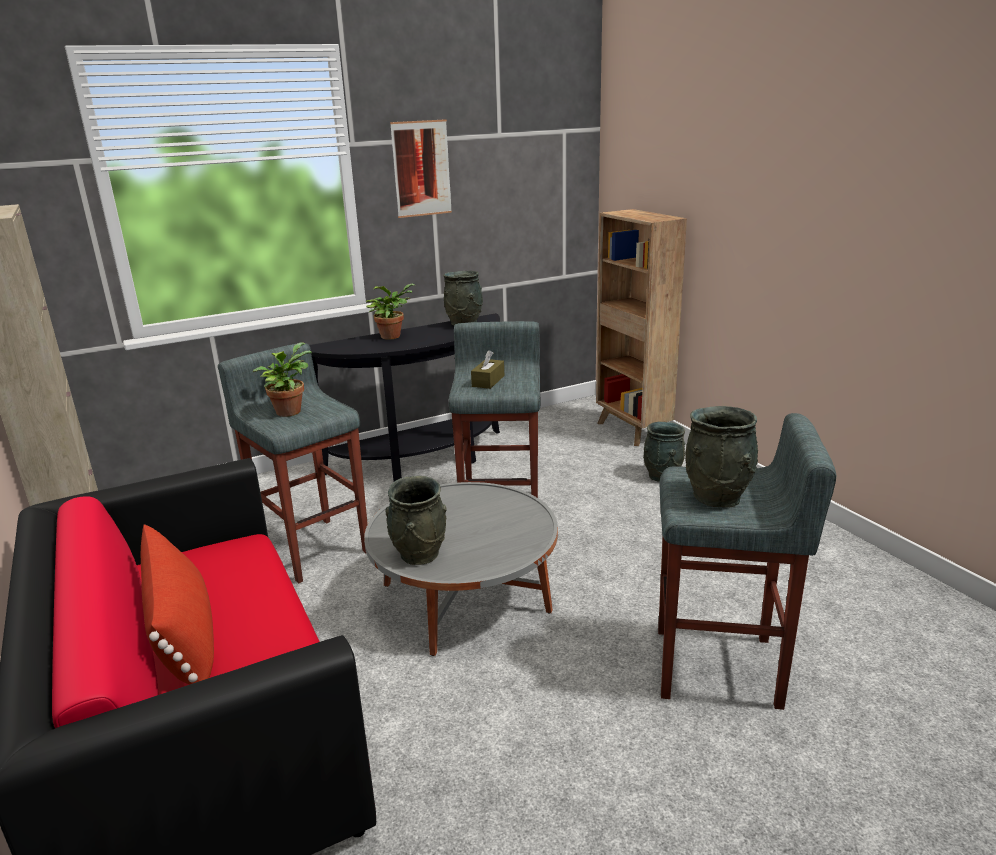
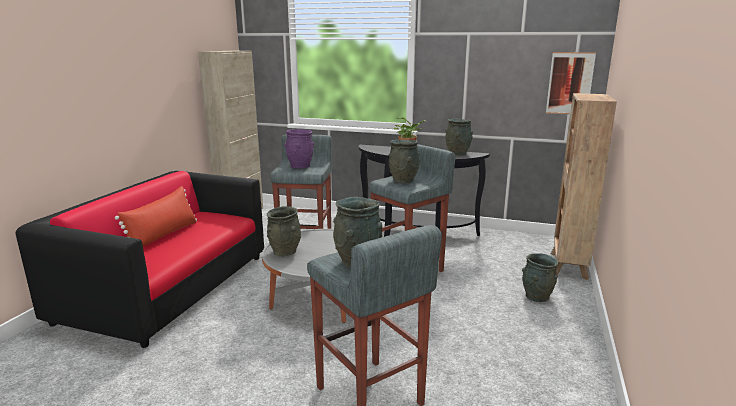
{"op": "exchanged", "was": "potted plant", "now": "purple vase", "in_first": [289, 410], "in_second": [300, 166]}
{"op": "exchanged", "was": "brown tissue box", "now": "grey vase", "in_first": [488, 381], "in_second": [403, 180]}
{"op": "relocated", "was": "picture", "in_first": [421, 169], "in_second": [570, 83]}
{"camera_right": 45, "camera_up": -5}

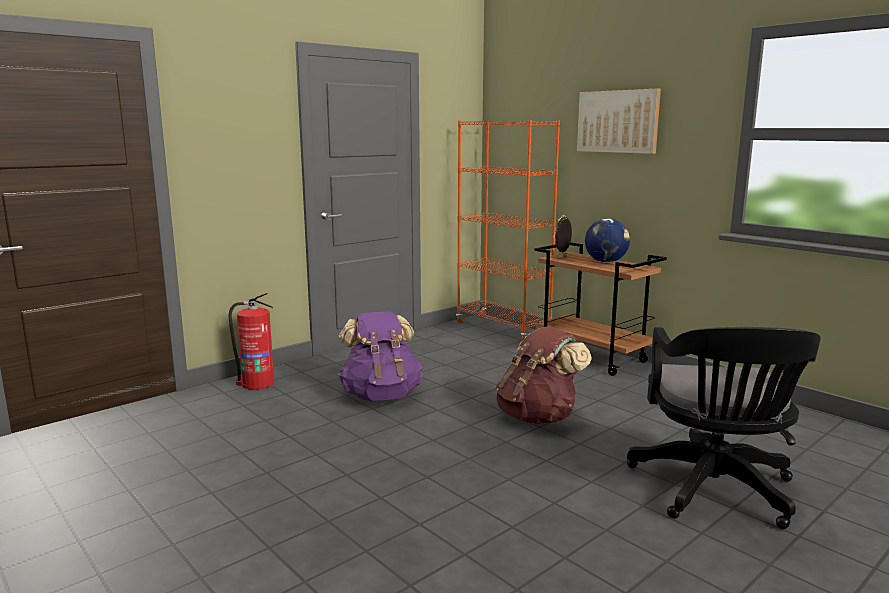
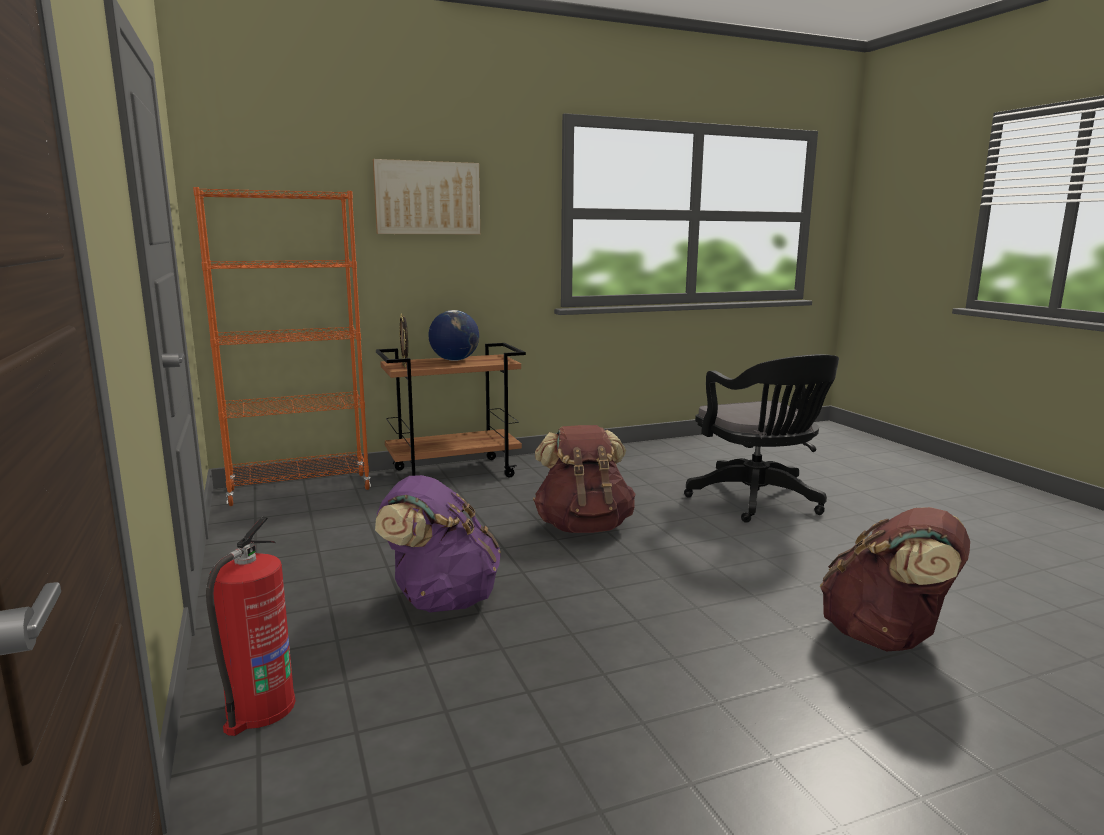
{"op": "spun", "was": "black office chair", "in_first": [714, 491], "in_second": [758, 501], "clockwise": 45}
{"op": "appeared", "now": "brown backpack", "in_second": [886, 637]}
{"camera_right": -70, "camera_up": 0}

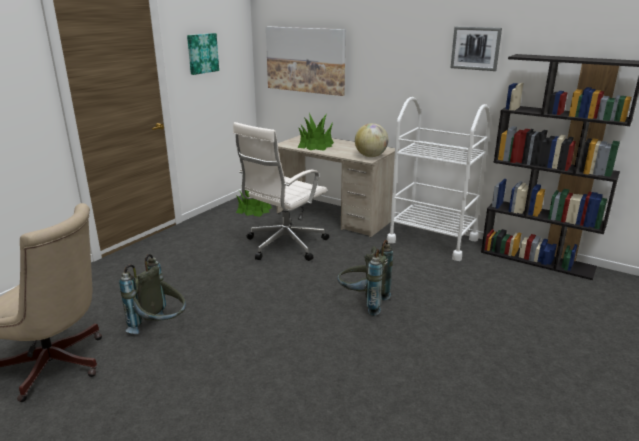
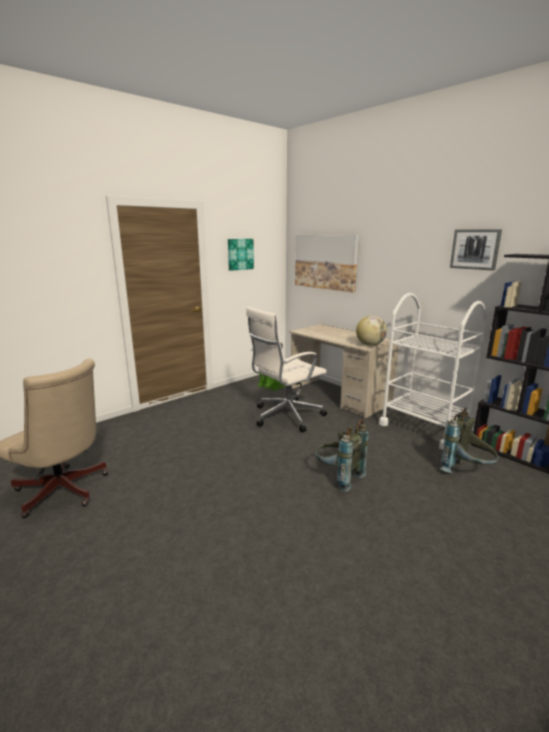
{"op": "relocated", "was": "grey backpack", "in_first": [161, 328], "in_second": [466, 471]}
{"op": "missing", "was": "potted plant", "in_first": [316, 145]}
{"camera_right": 15, "camera_up": -5}

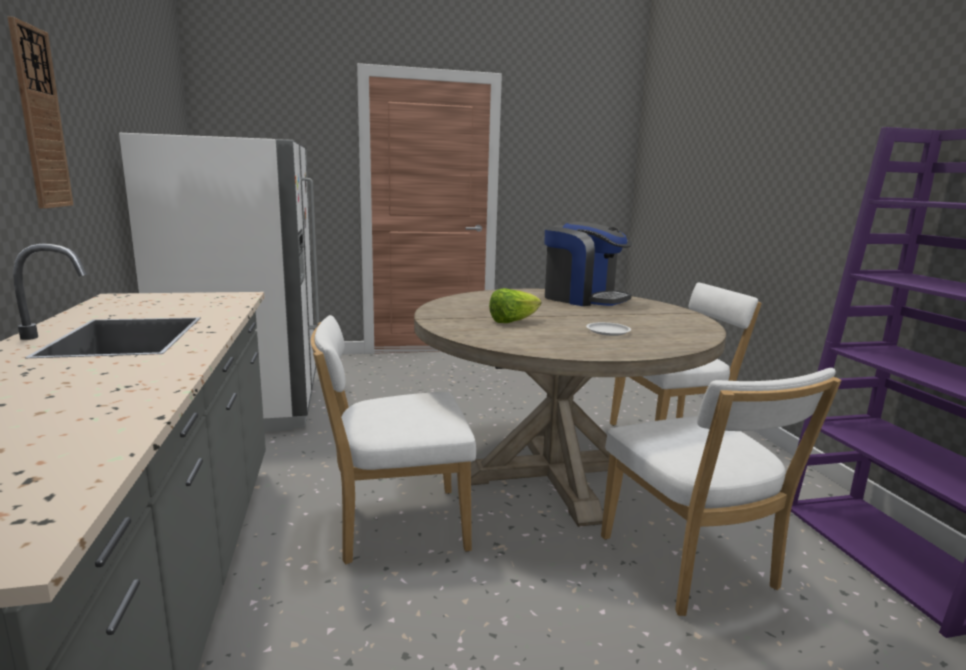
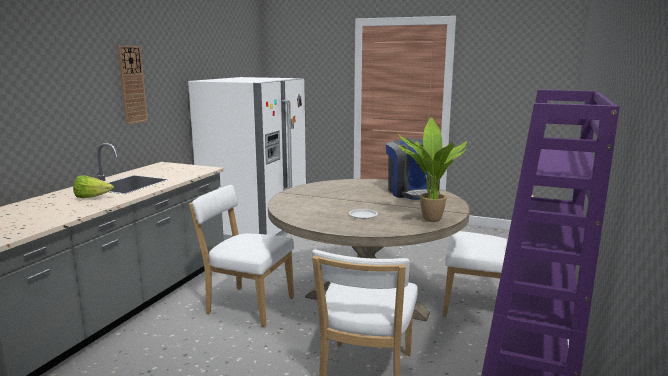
{"op": "relocated", "was": "lettuce", "in_first": [513, 321], "in_second": [92, 197]}
{"op": "appeared", "now": "potted plant", "in_second": [428, 219]}
{"camera_right": 35, "camera_up": 0}

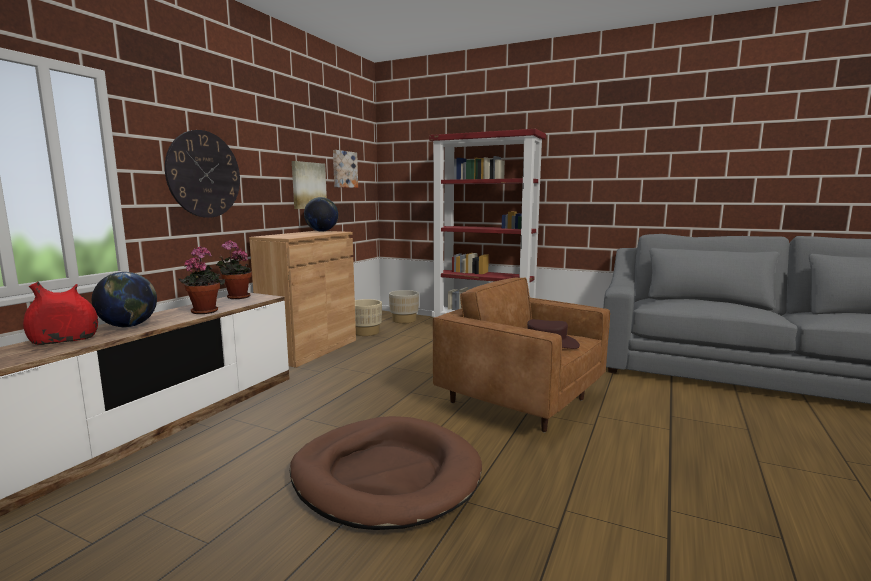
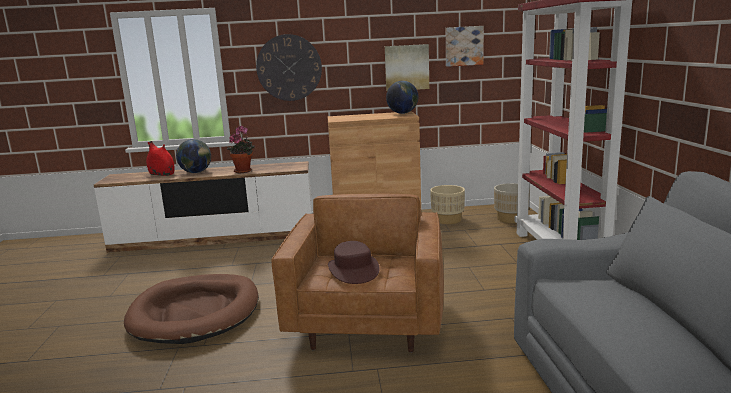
{"op": "missing", "was": "potted plant", "in_first": [236, 297]}
{"camera_right": 60, "camera_up": 5}

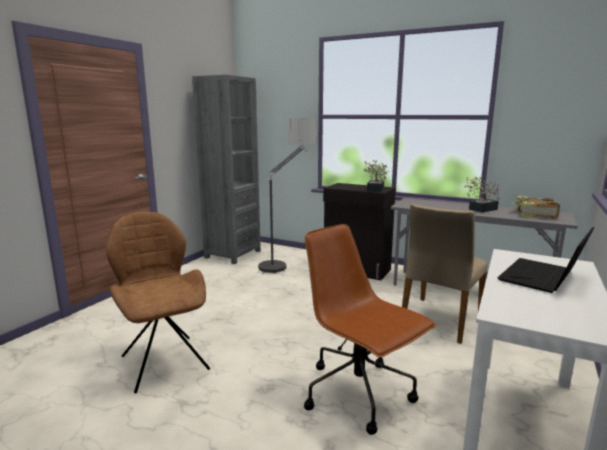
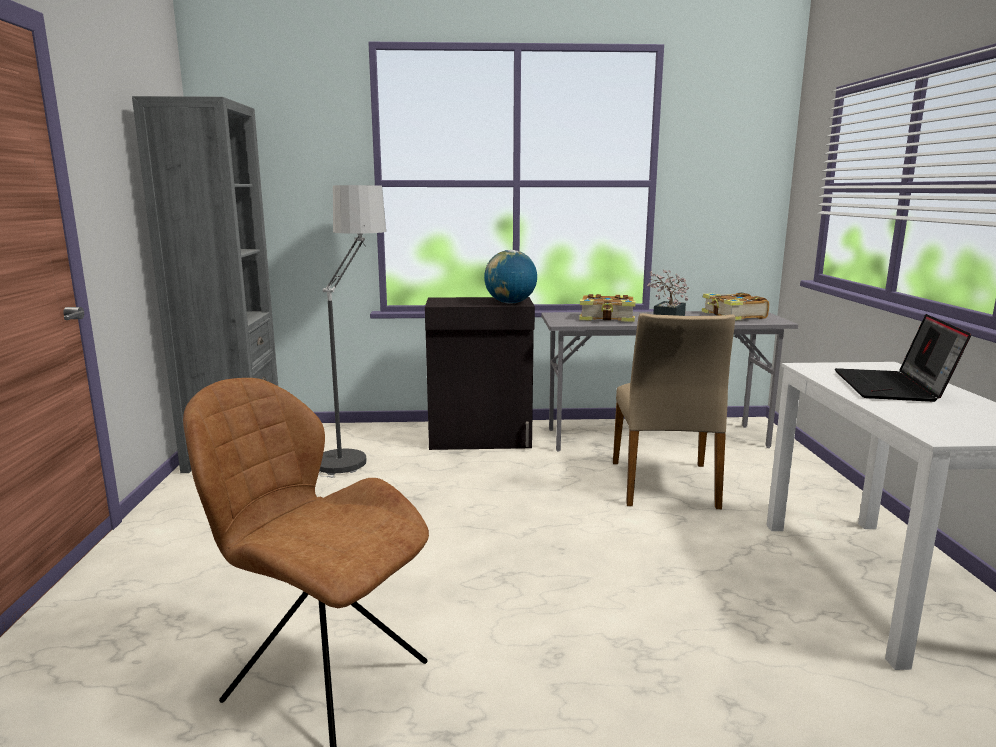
{"op": "exchanged", "was": "potted plant", "now": "globe", "in_first": [374, 190], "in_second": [510, 303]}
{"op": "appeared", "now": "book", "in_second": [607, 318]}
{"op": "missing", "was": "brown office chair", "in_first": [359, 394]}
{"camera_right": -30, "camera_up": 0}

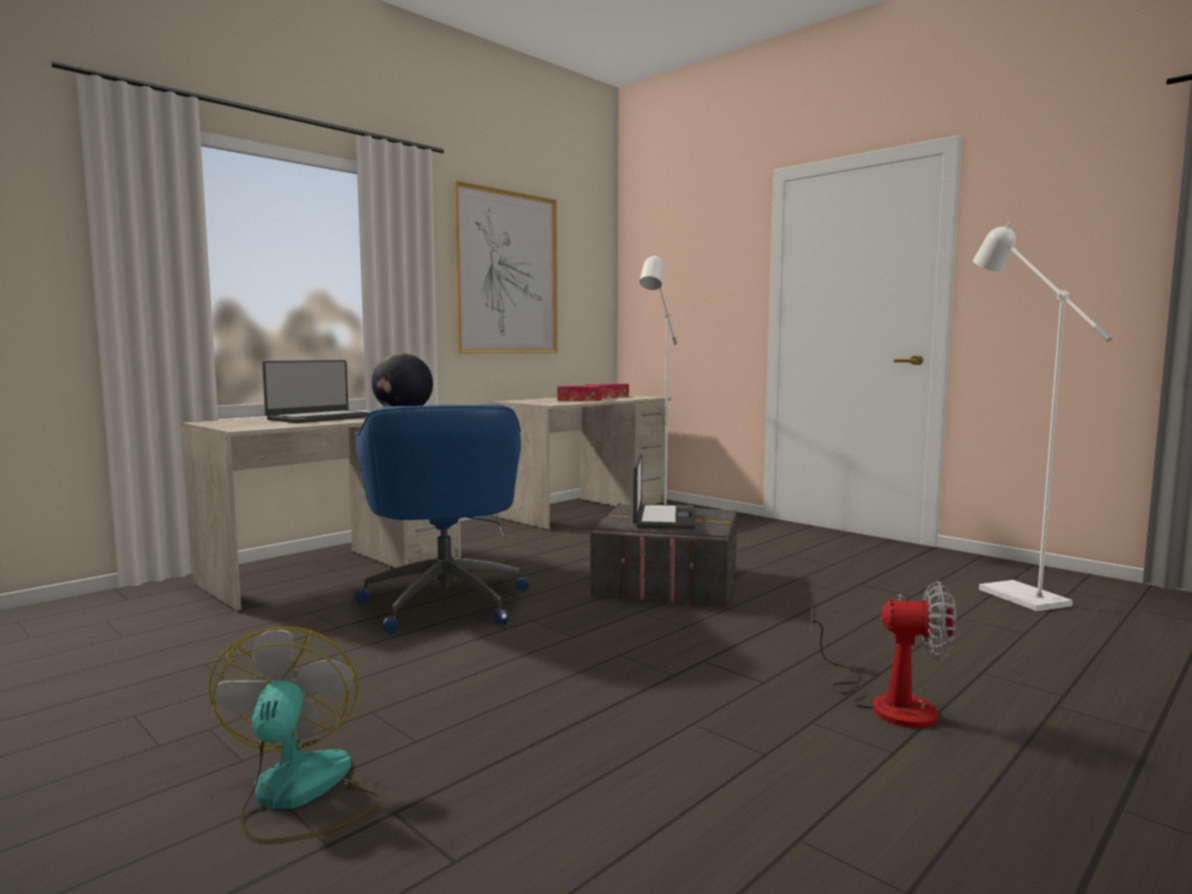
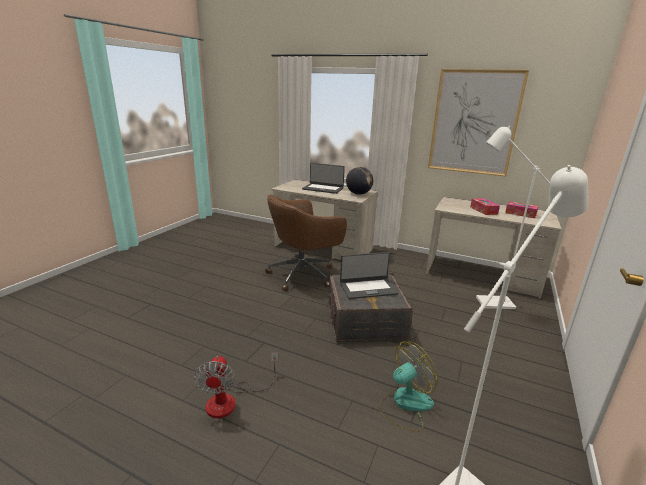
{"op": "colour", "was": "blue office chair", "now": "brown office chair", "in_first": [445, 601], "in_second": [303, 274]}
{"op": "relocated", "was": "fan", "in_first": [299, 796], "in_second": [405, 404]}
{"camera_right": 70, "camera_up": 15}

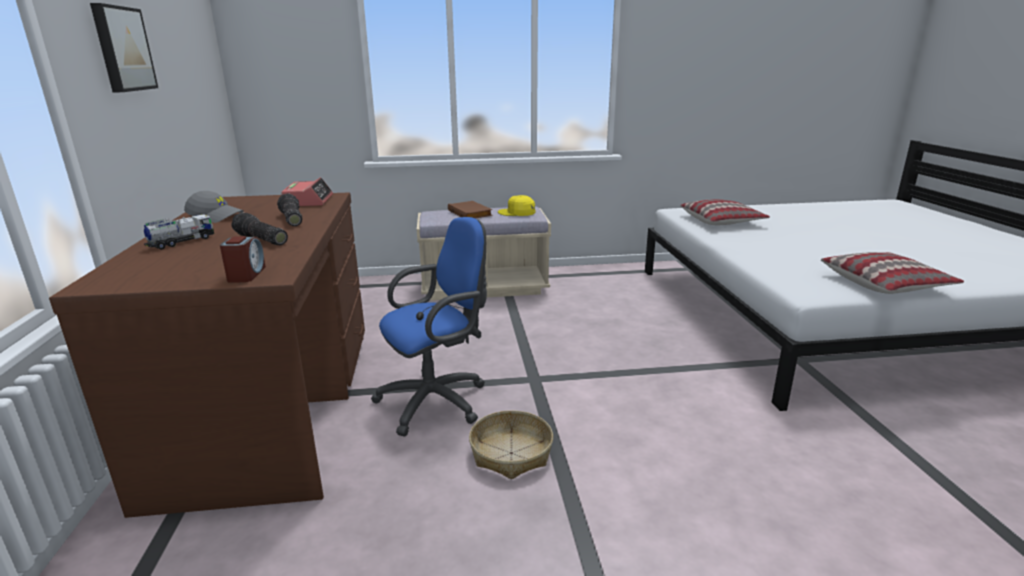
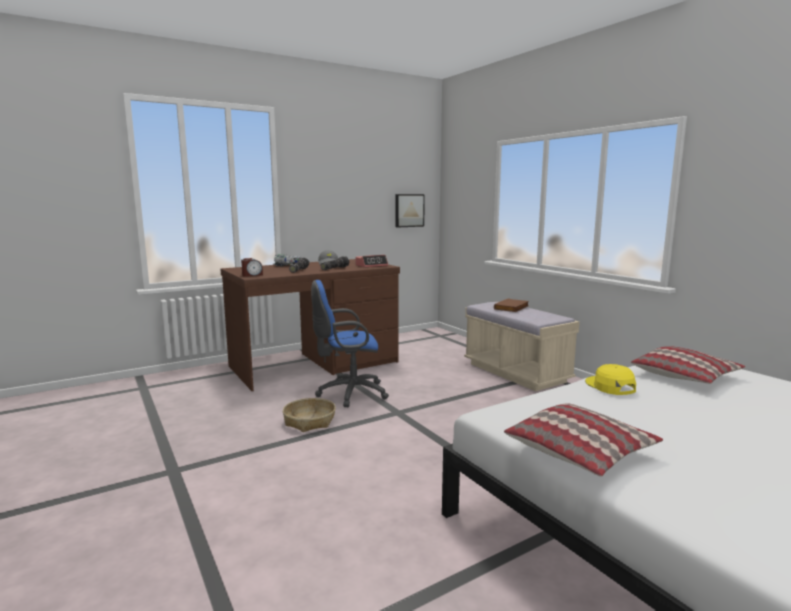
{"op": "spun", "was": "blue office chair", "in_first": [438, 401], "in_second": [348, 393], "clockwise": 135}
{"op": "relocated", "was": "picture", "in_first": [122, 49], "in_second": [409, 210]}
{"op": "relocated", "was": "yellow cap", "in_first": [517, 212], "in_second": [609, 386]}
{"camera_right": 65, "camera_up": -10}

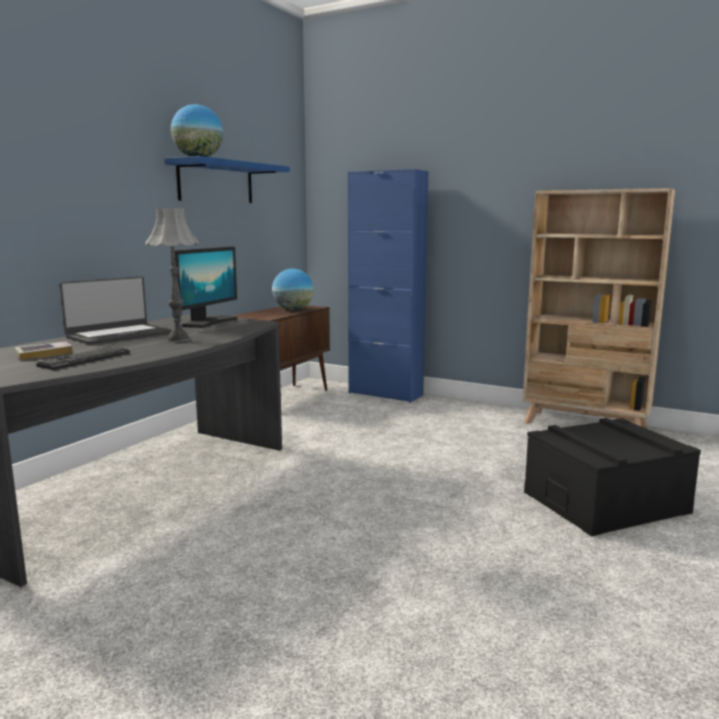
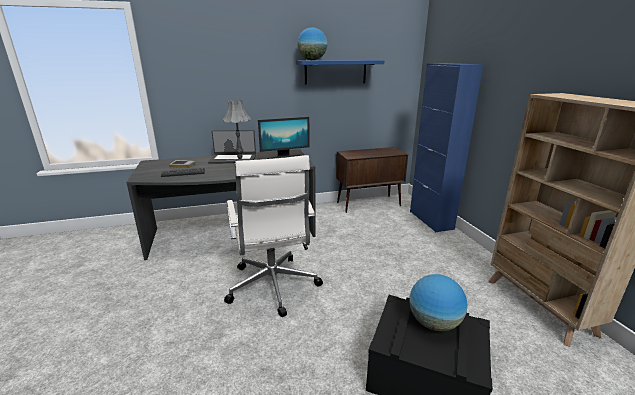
{"op": "appeared", "now": "white office chair", "in_second": [273, 287]}
{"op": "relocated", "was": "globe", "in_first": [293, 310], "in_second": [433, 323]}
{"camera_right": 45, "camera_up": 10}

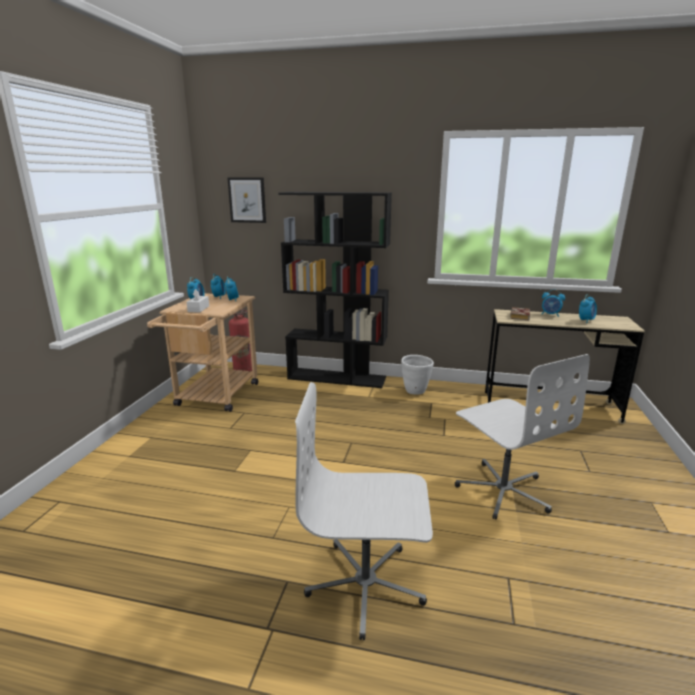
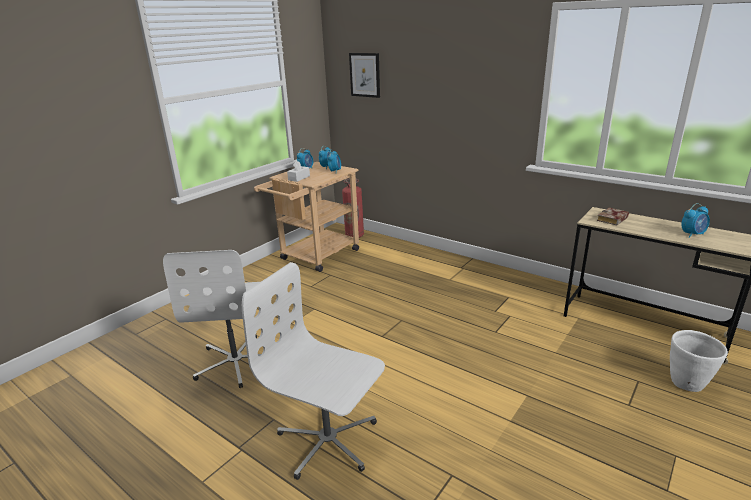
{"op": "relocated", "was": "white office chair", "in_first": [503, 490], "in_second": [236, 361]}
{"op": "relocated", "was": "white planter", "in_first": [415, 391], "in_second": [687, 384]}
{"op": "missing", "was": "black bookcase", "in_first": [337, 378]}
{"op": "missing", "was": "alarm clock", "in_first": [550, 315]}
{"camera_right": 25, "camera_up": 5}

